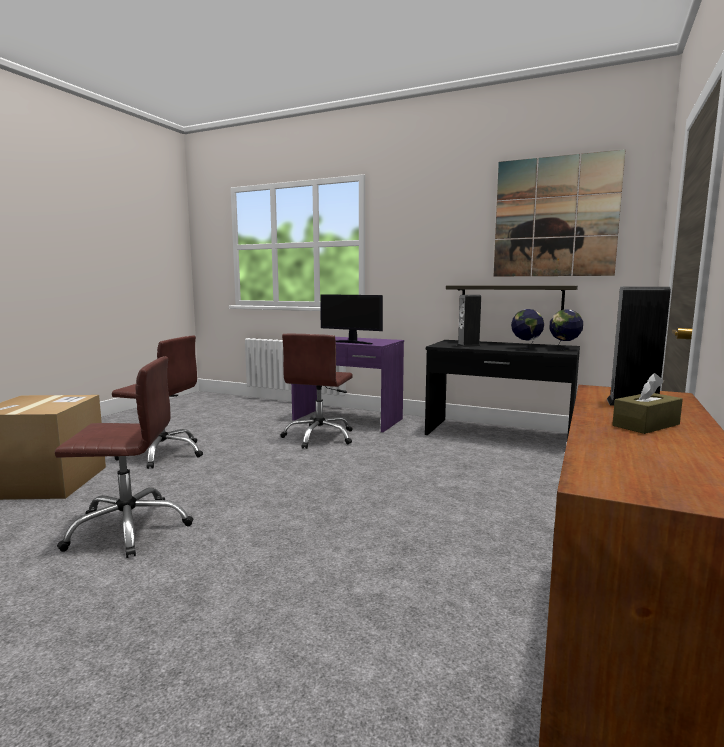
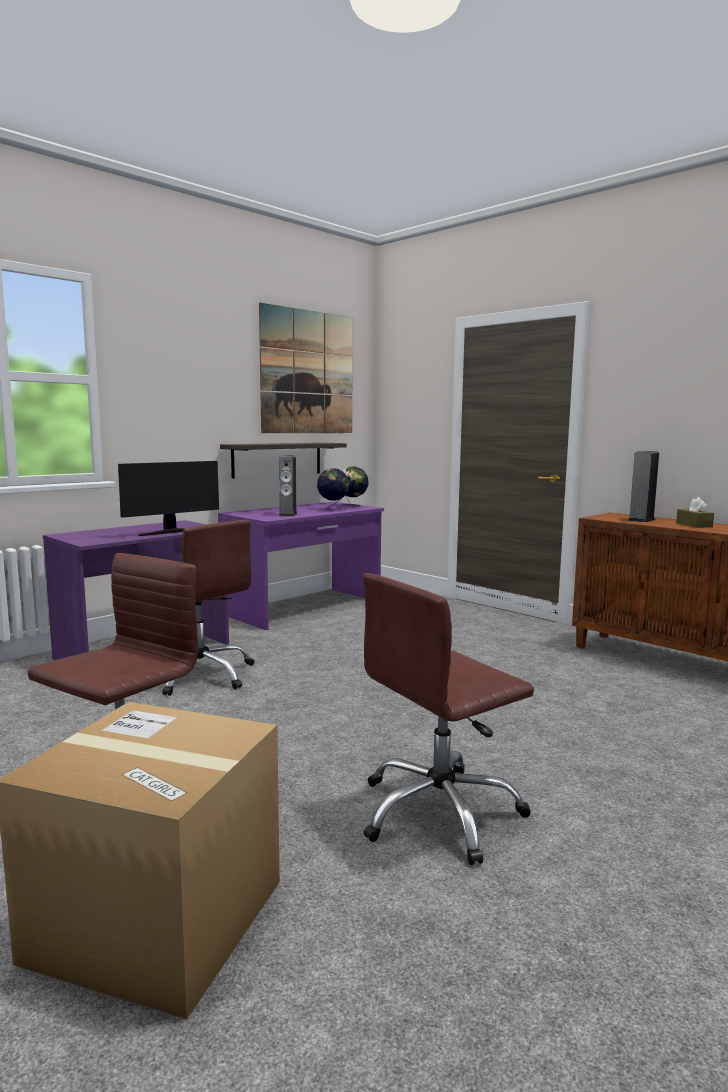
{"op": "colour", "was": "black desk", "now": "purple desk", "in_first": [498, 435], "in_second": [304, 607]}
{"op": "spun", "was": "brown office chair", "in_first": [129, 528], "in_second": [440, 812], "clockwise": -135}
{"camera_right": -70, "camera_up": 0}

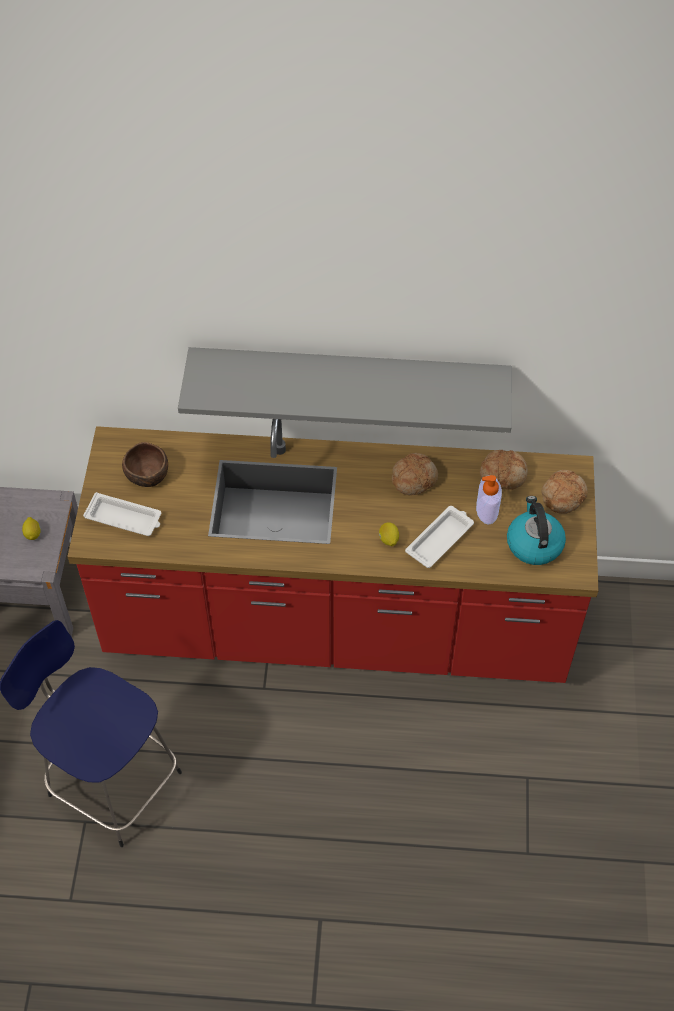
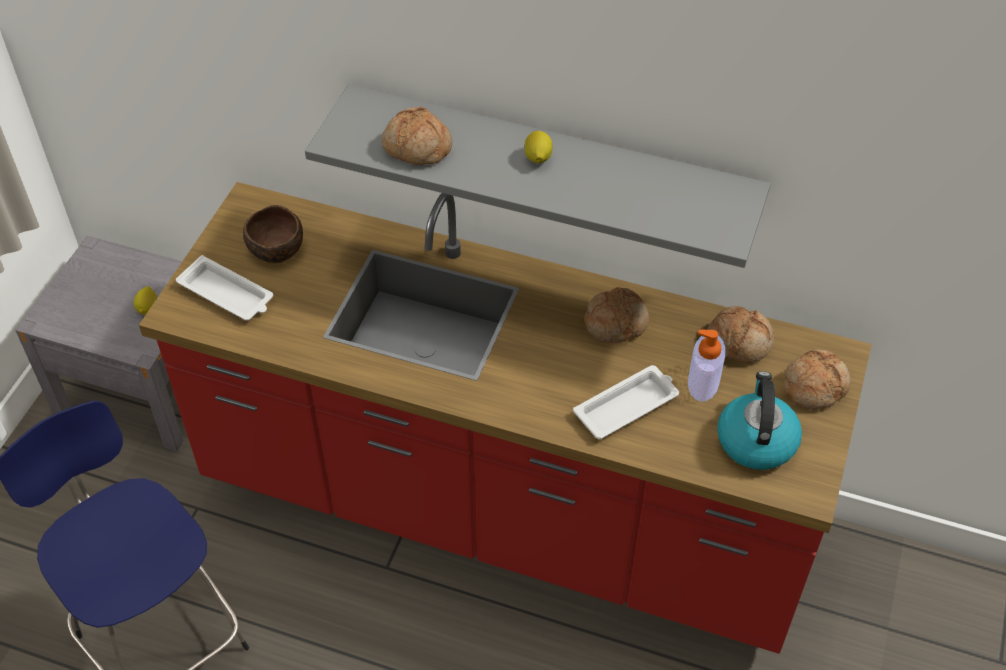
{"op": "appeared", "now": "bread", "in_second": [416, 147]}
{"op": "relocated", "was": "lemon", "in_first": [388, 540], "in_second": [537, 158]}
{"camera_right": 15, "camera_up": -5}

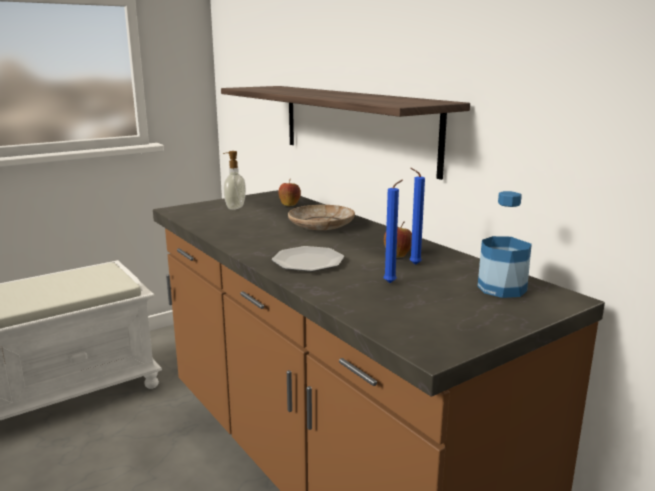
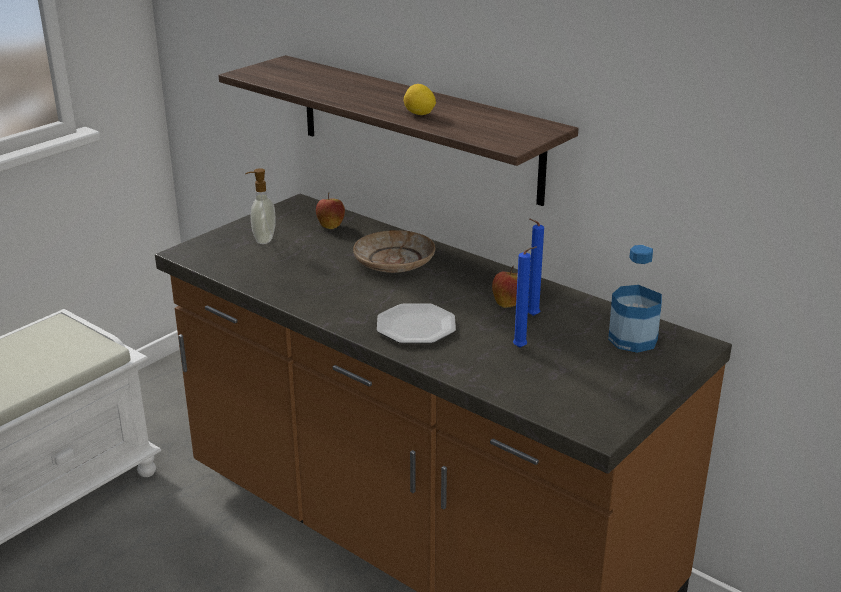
{"op": "appeared", "now": "lemon", "in_second": [419, 114]}
{"camera_right": -15, "camera_up": 10}

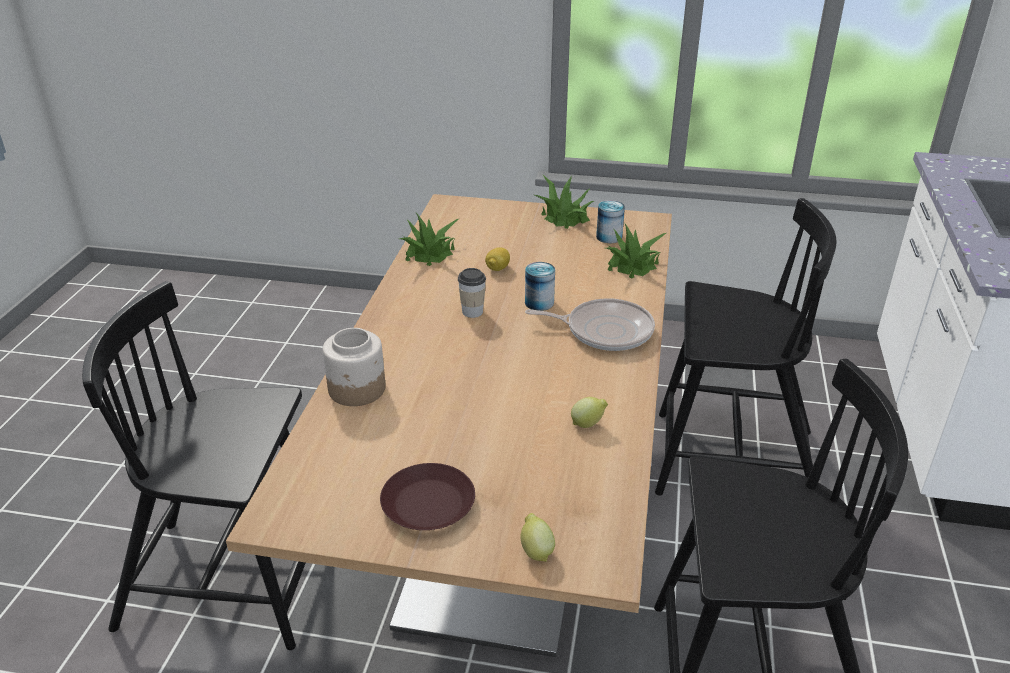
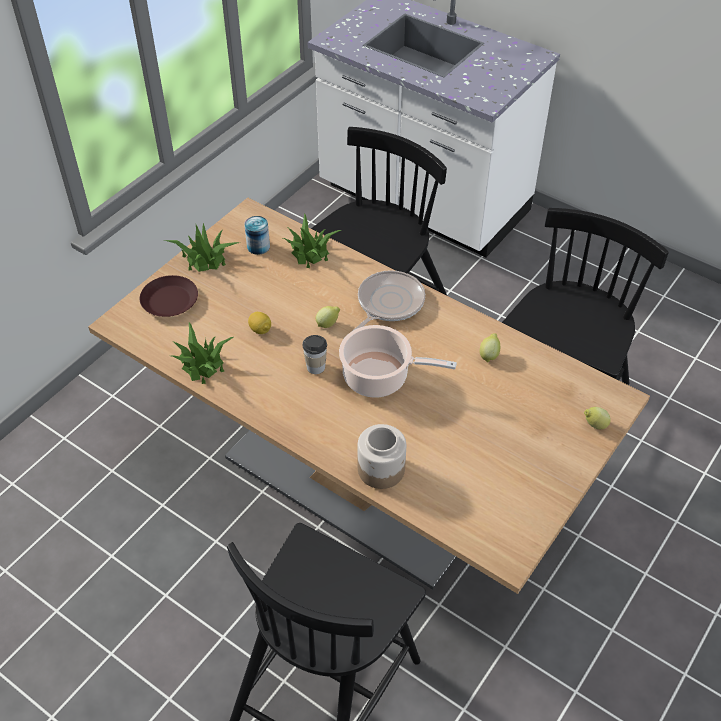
{"op": "relocated", "was": "brown plate", "in_first": [427, 503], "in_second": [169, 301]}
{"op": "exchanged", "was": "can", "now": "lemon", "in_first": [539, 302], "in_second": [328, 324]}
{"op": "appeared", "now": "cooking pot", "in_second": [380, 377]}
{"camera_right": -65, "camera_up": 15}

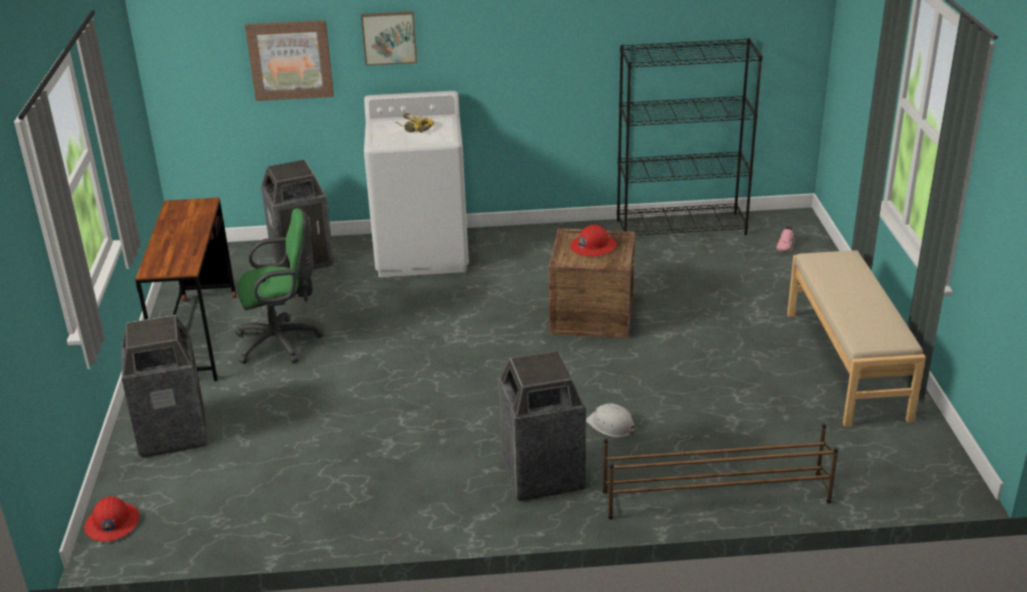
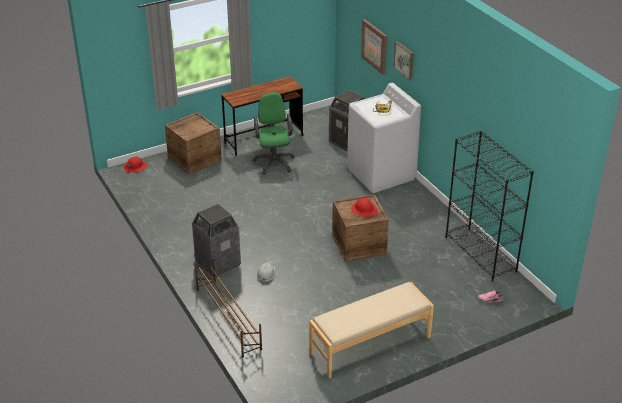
{"op": "exchanged", "was": "trash can", "now": "crate", "in_first": [172, 433], "in_second": [194, 159]}
{"op": "spun", "was": "green office chair", "in_first": [282, 342], "in_second": [274, 161], "clockwise": -150}
{"camera_right": 65, "camera_up": 5}

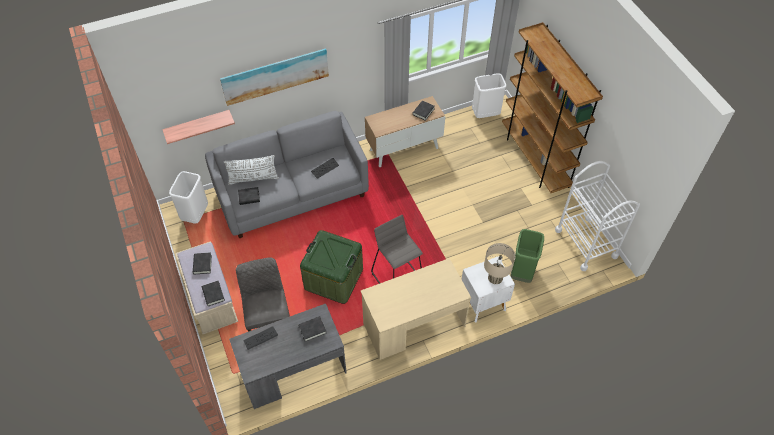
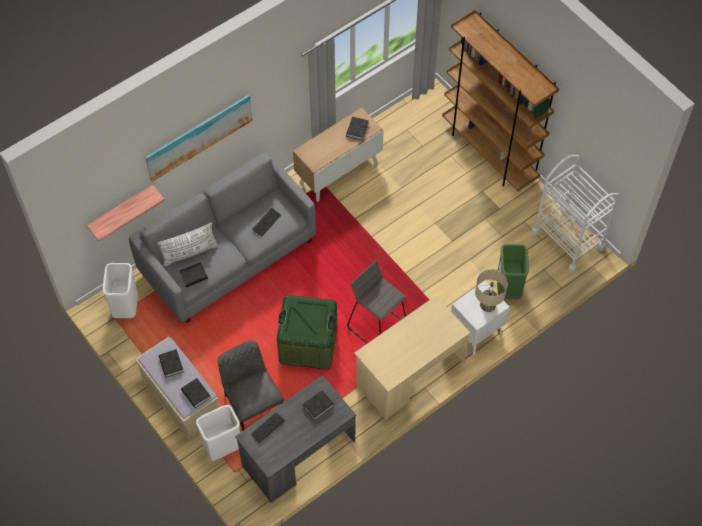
{"op": "relocated", "was": "white trash can", "in_first": [485, 115], "in_second": [223, 447]}
{"camera_right": -15, "camera_up": 5}

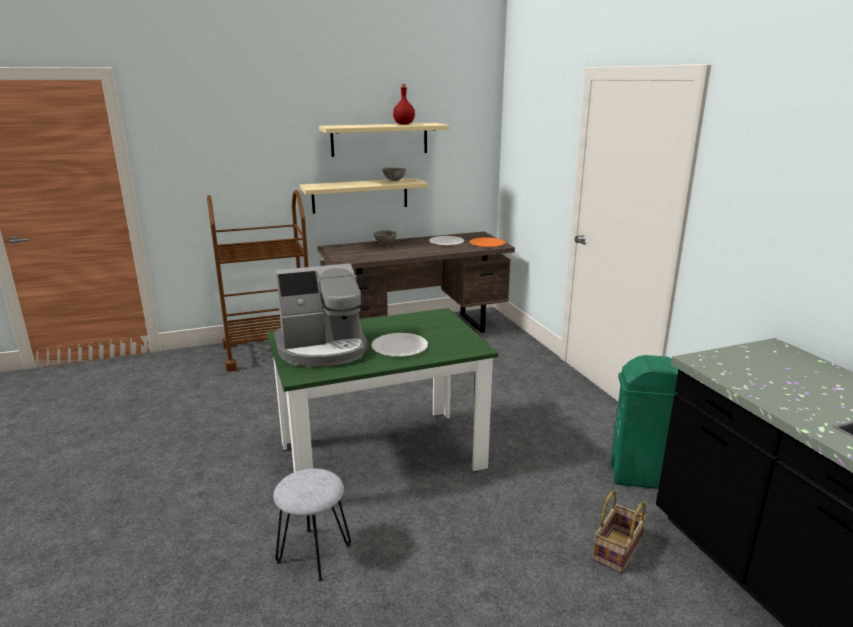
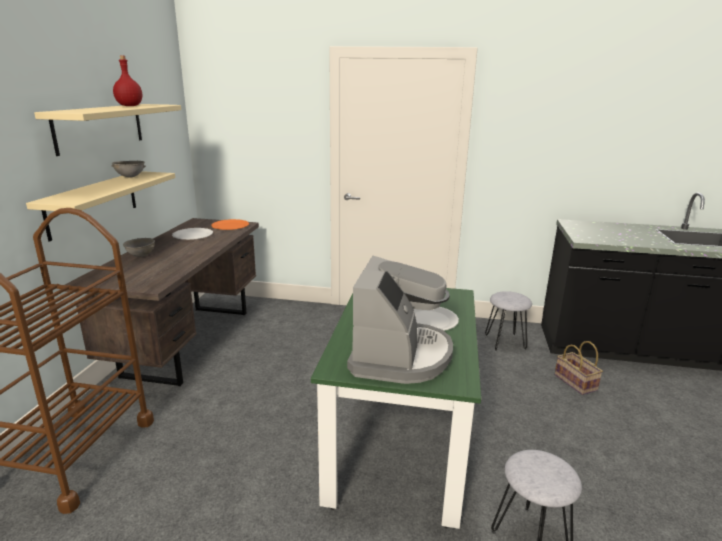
{"op": "exchanged", "was": "green trash can", "now": "grey stool", "in_first": [642, 477], "in_second": [505, 342]}
{"camera_right": -60, "camera_up": 0}

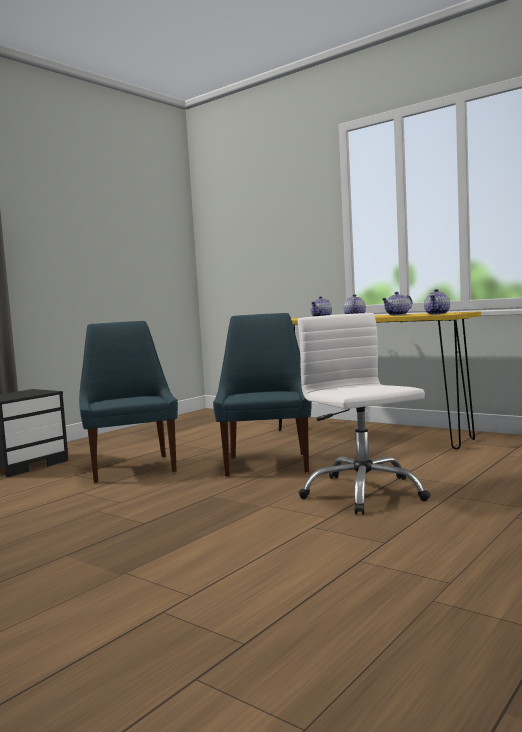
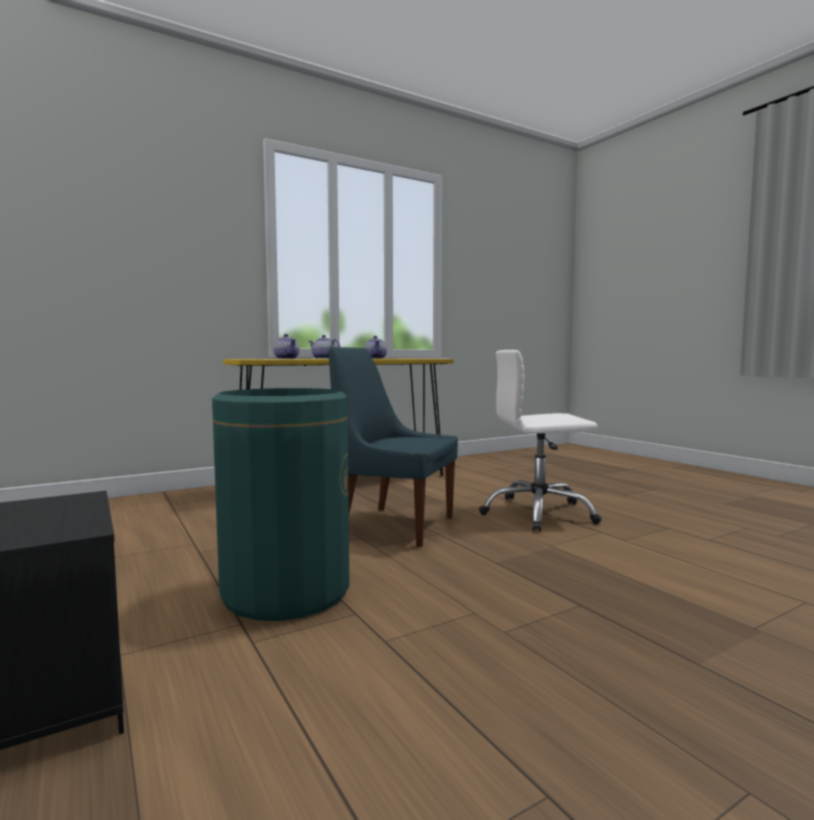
{"op": "exchanged", "was": "blue chair", "now": "green trash can", "in_first": [132, 467], "in_second": [286, 592]}
{"op": "missing", "was": "teapot", "in_first": [437, 314]}
{"camera_right": -70, "camera_up": 0}

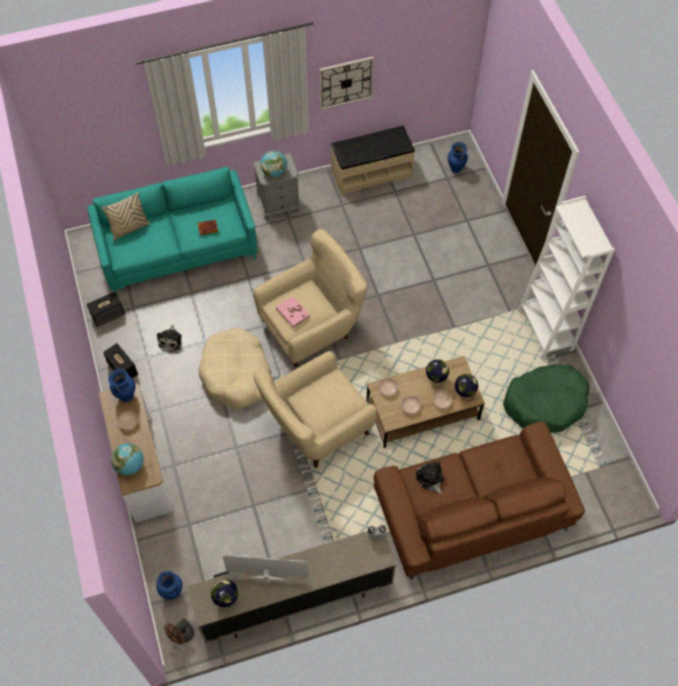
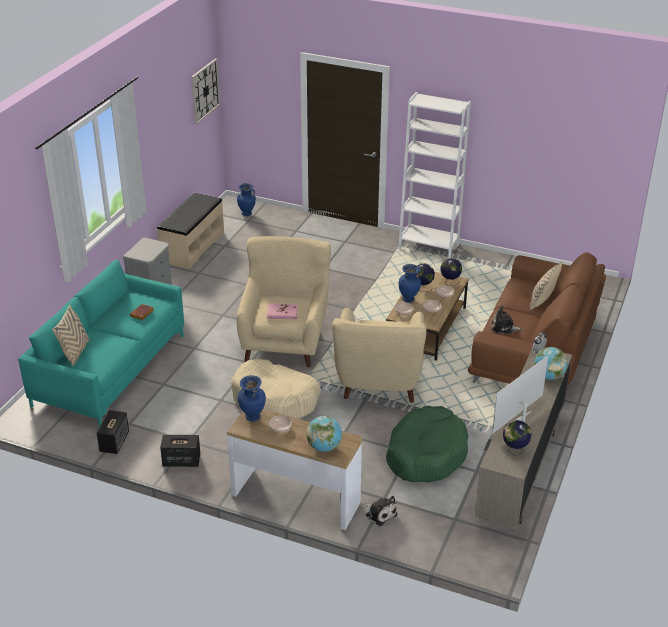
{"op": "relocated", "was": "wall clock", "in_first": [346, 82], "in_second": [205, 91]}
{"op": "relocated", "was": "plush toy", "in_first": [171, 339], "in_second": [380, 514]}
{"op": "relocated", "was": "green dog bed", "in_first": [545, 403], "in_second": [426, 454]}
{"op": "relocated", "was": "blue vase", "in_first": [172, 592], "in_second": [408, 299]}
{"op": "appeared", "now": "beige pillow", "in_second": [542, 301]}
{"op": "relocated", "was": "globe", "in_first": [274, 172], "in_second": [548, 376]}
{"op": "missing", "was": "brown fan", "in_first": [182, 635]}
{"camera_right": -50, "camera_up": -25}

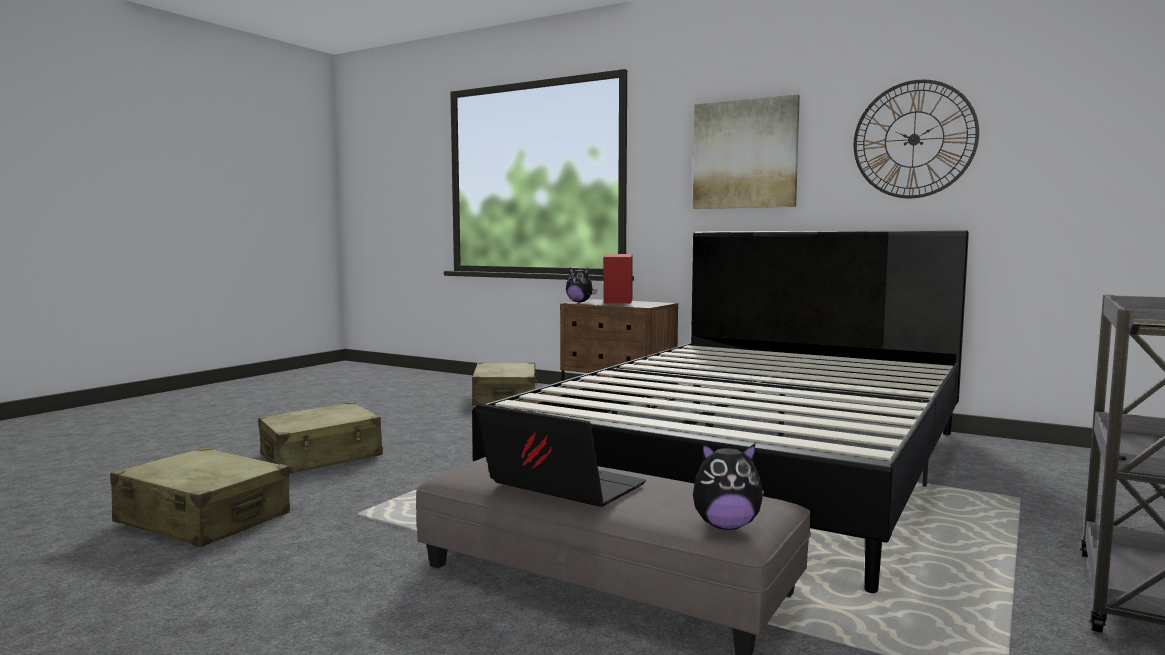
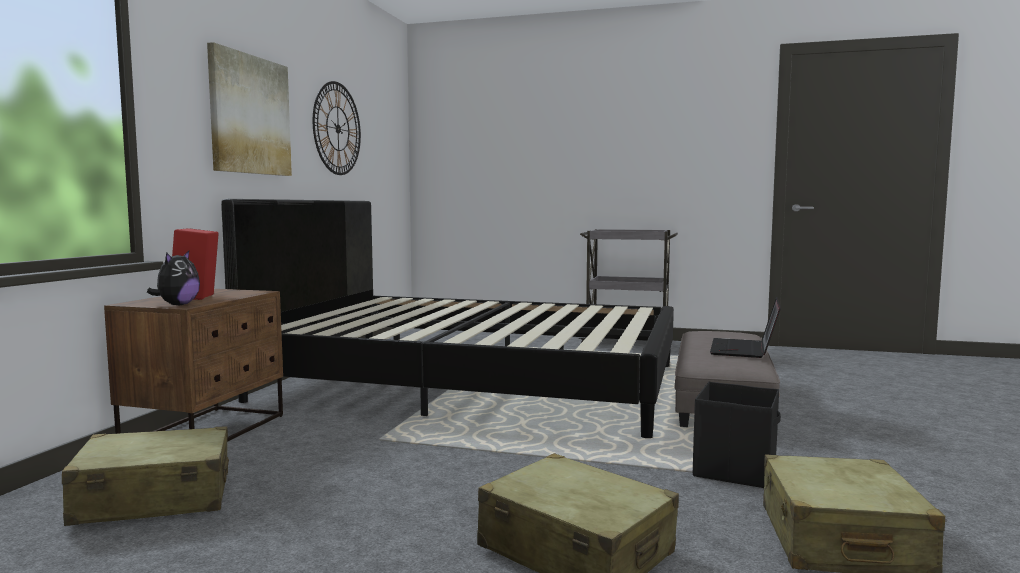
{"op": "appeared", "now": "black storage box", "in_second": [736, 469]}
{"op": "missing", "was": "plush toy", "in_first": [726, 526]}
{"camera_right": -105, "camera_up": 0}

